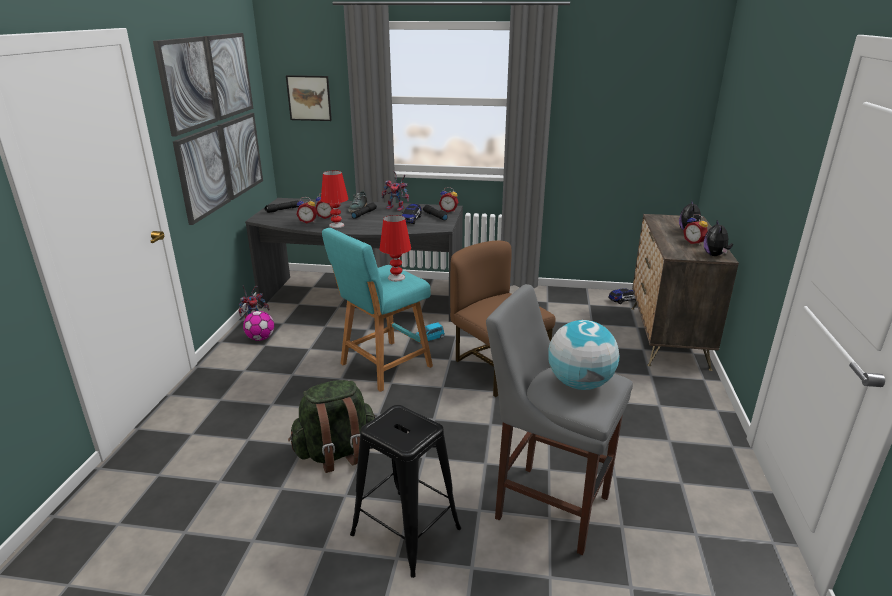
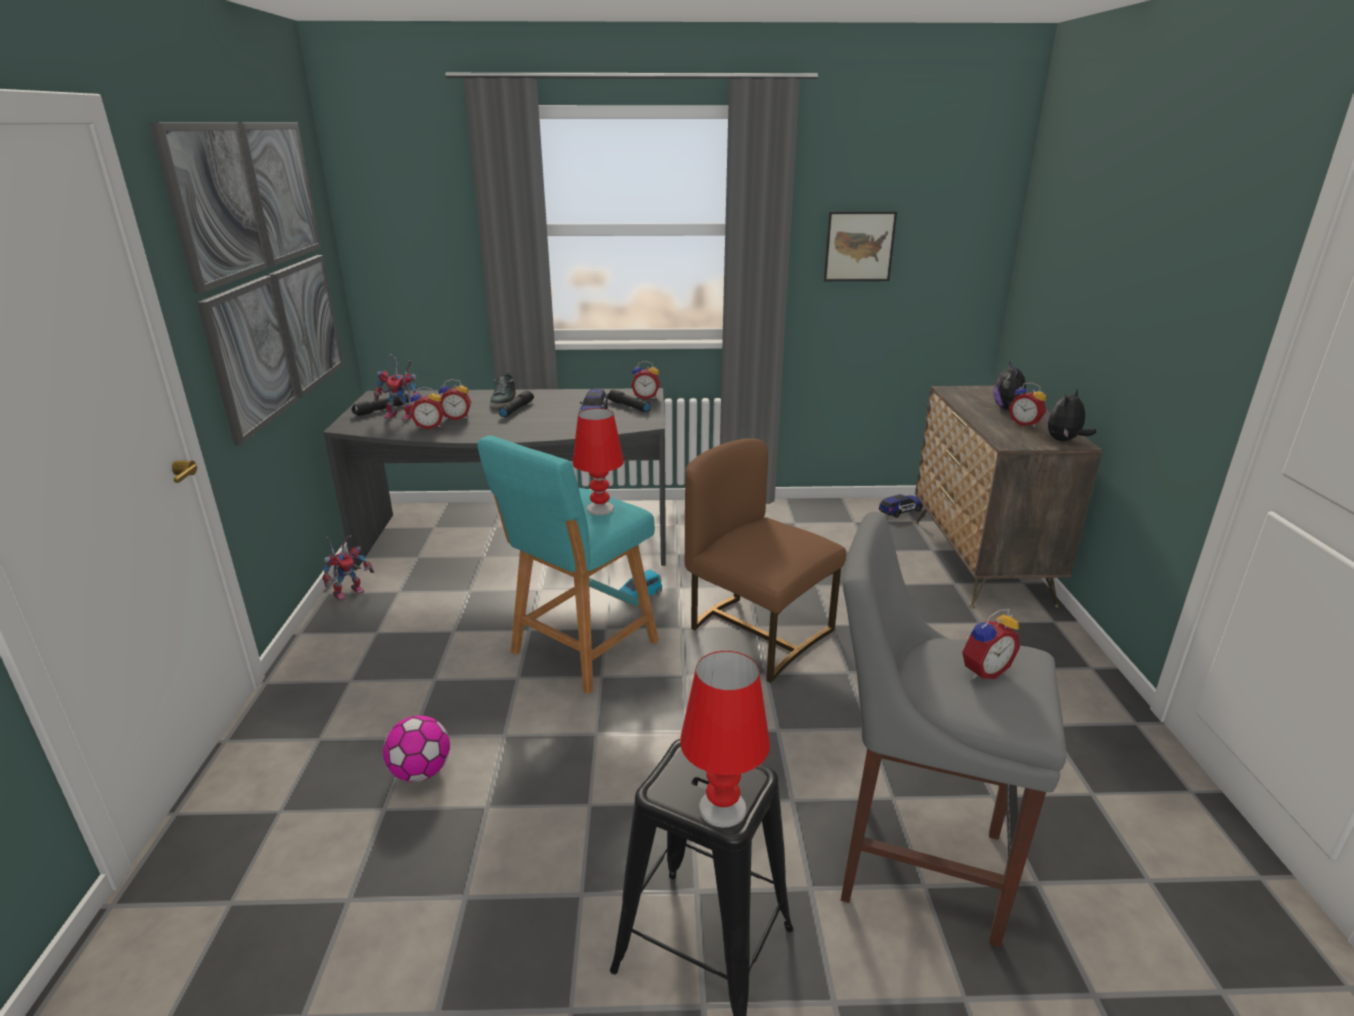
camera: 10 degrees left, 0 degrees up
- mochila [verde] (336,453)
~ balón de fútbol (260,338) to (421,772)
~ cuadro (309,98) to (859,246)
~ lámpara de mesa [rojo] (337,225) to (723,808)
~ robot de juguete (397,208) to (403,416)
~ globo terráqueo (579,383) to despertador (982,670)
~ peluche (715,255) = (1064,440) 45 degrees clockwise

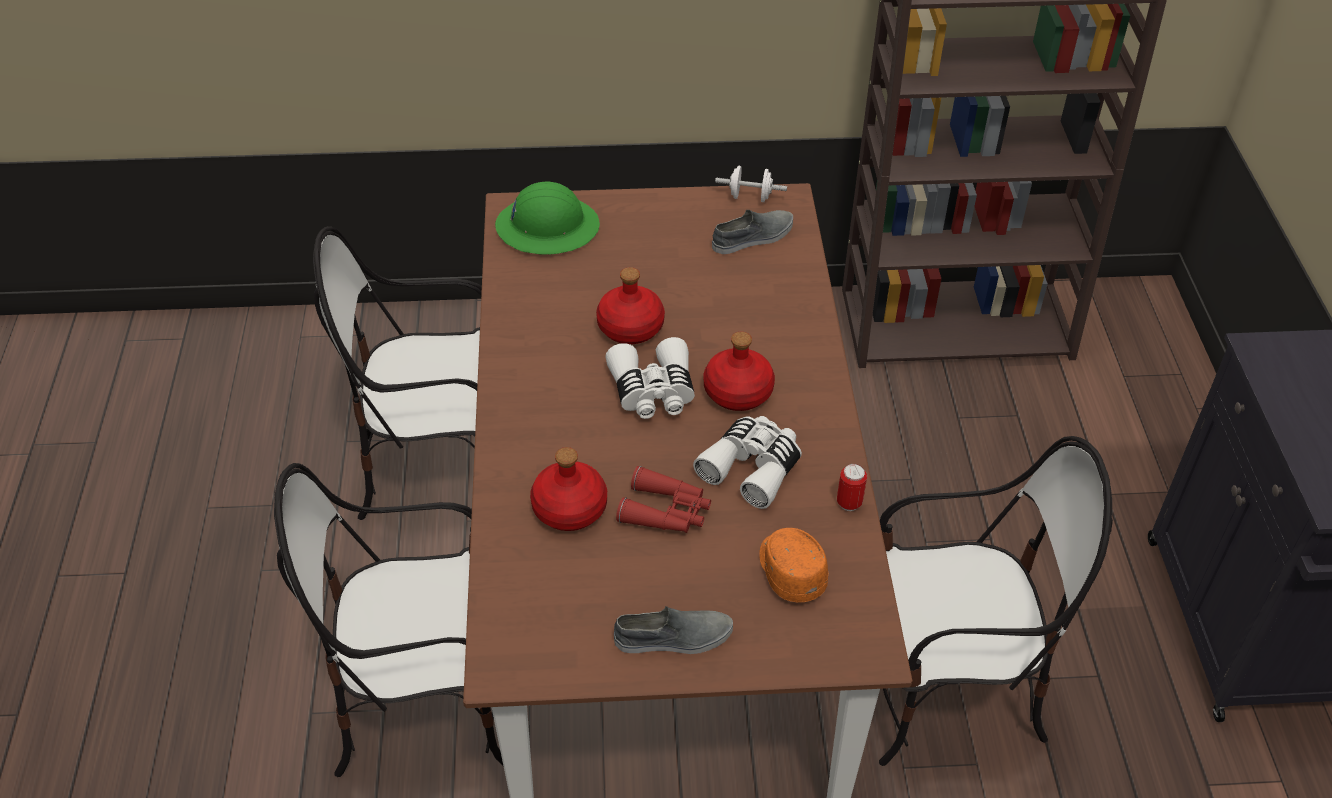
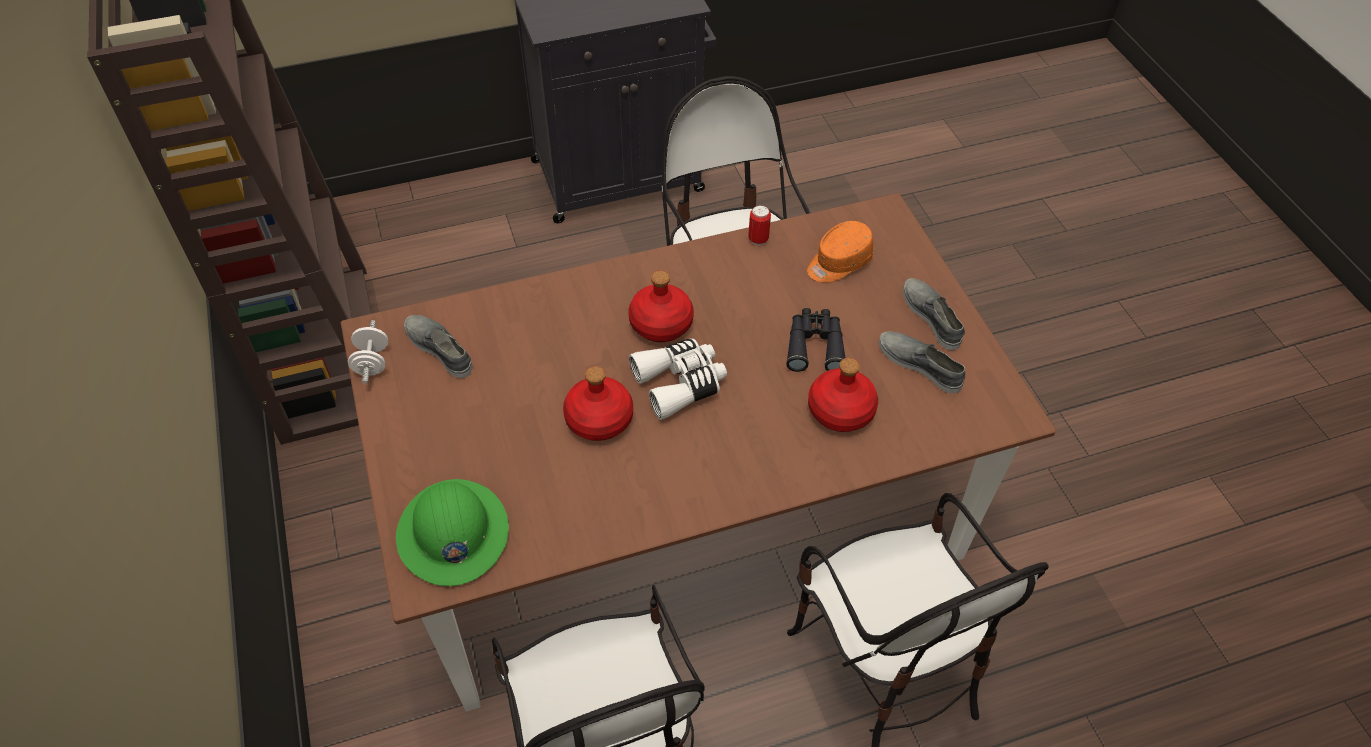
camera: 105 degrees left, 5 degrees up
- prismáticos [blanco] (752,467)
+ zapato [gris] (920,364)
~ prismáticos [rojo] (666,511) to prismáticos [negro] (815,345)

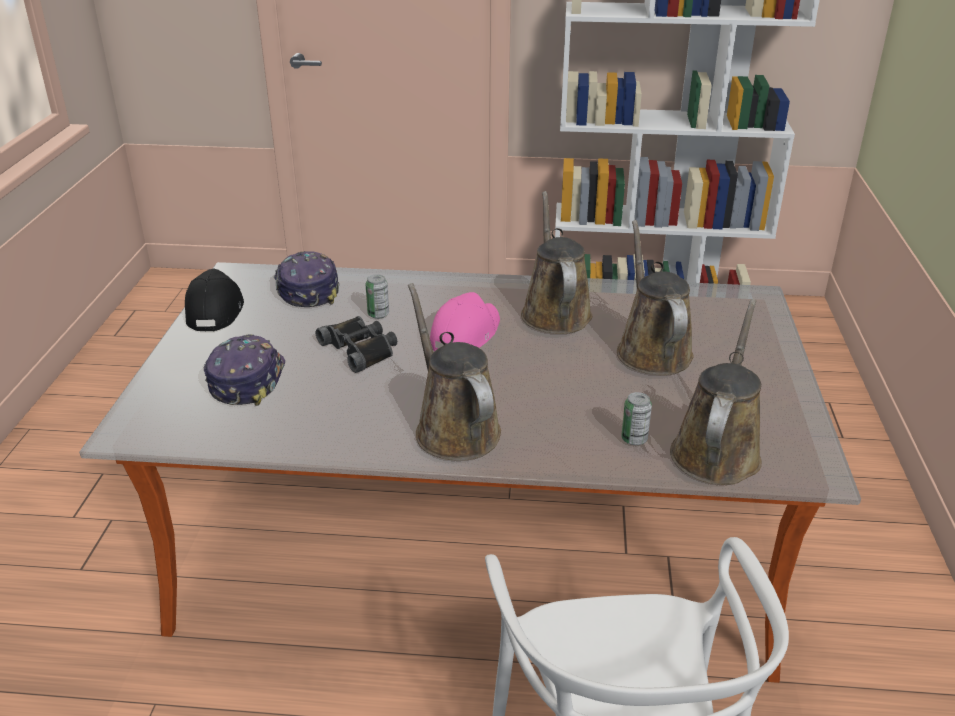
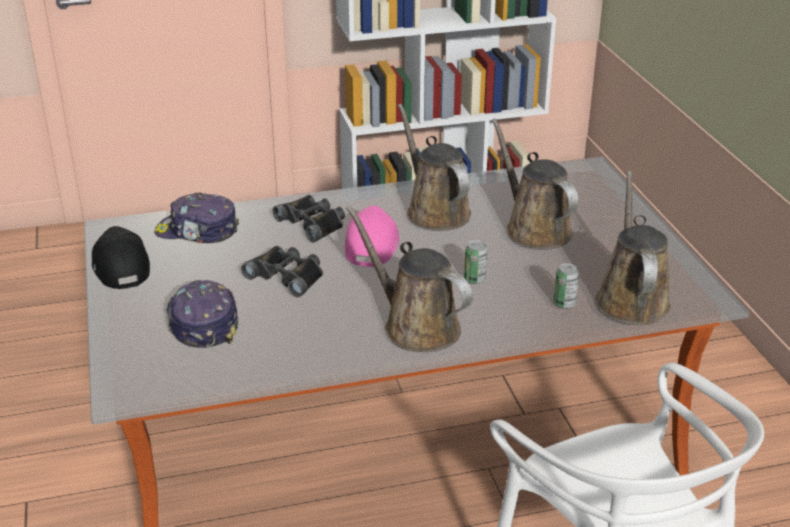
camera: 20 degrees left, 0 degrees up
+ prismáticos [negro] (313,223)
~ lata (378,314) to (474,279)
~ gorra (307,290) = (197,231) 45 degrees counterclockwise

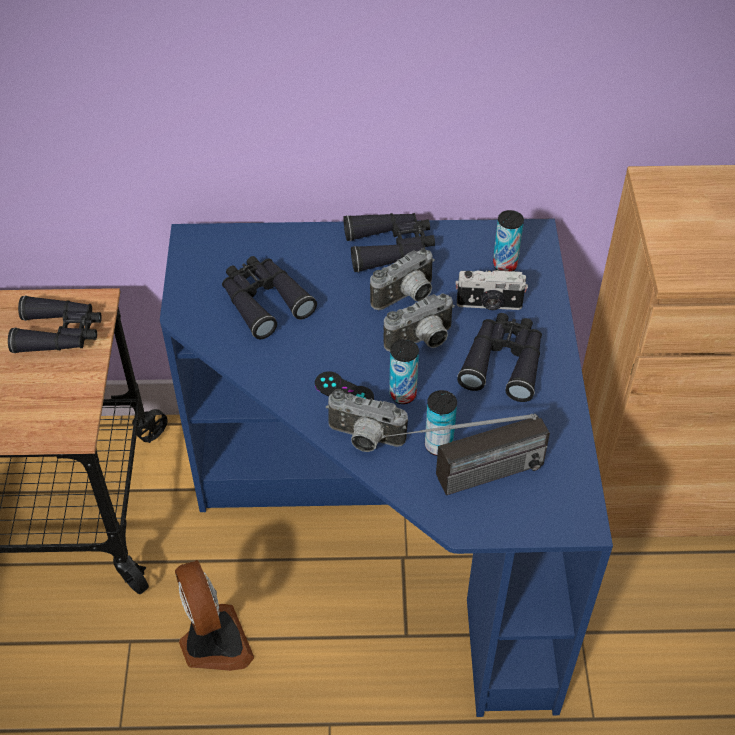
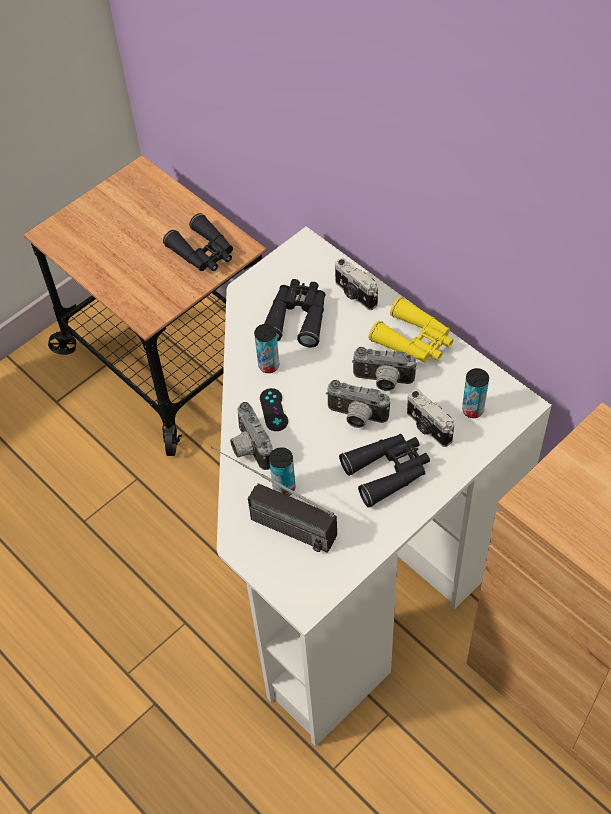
camera: 50 degrees right, 5 degrees up
- ventilador (213,643)
+ cámara (355,294)
~ lata (402,394) to (268,365)
~ escritorio [azul] (391,531) to escritorio [blanco] (346,545)
~ prismáticos [negro] (390,248) to prismáticos [amarillo] (414,341)

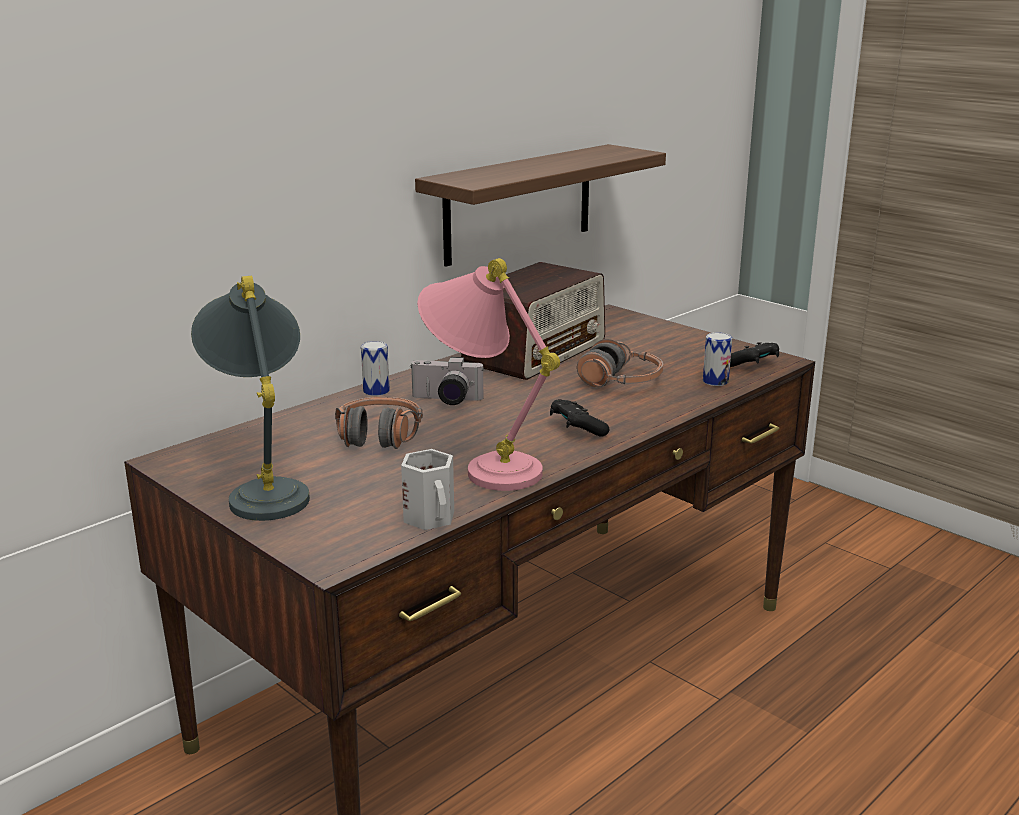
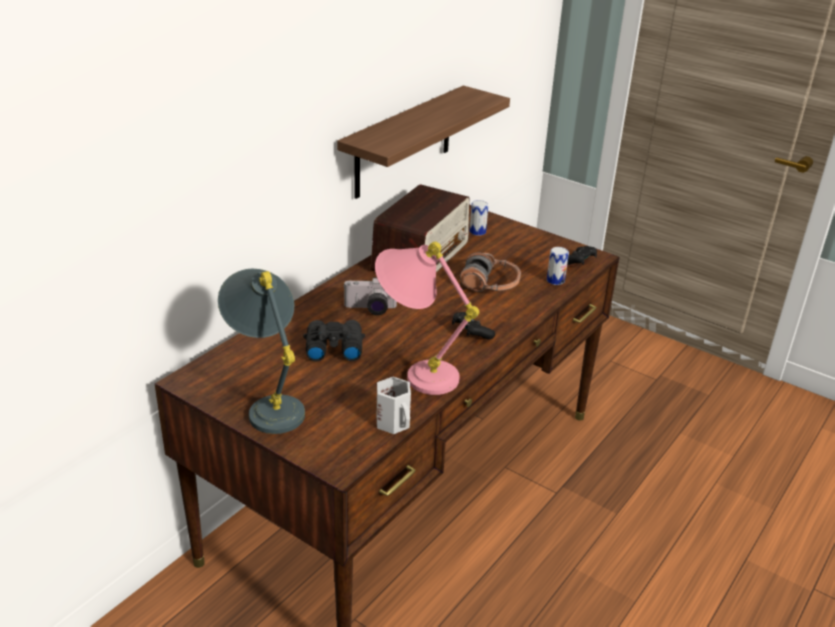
camera: 10 degrees left, 10 degrees up
~ lata (376,391) to (477,231)
~ auriculares (378,436) to prismáticos [negro] (333,347)

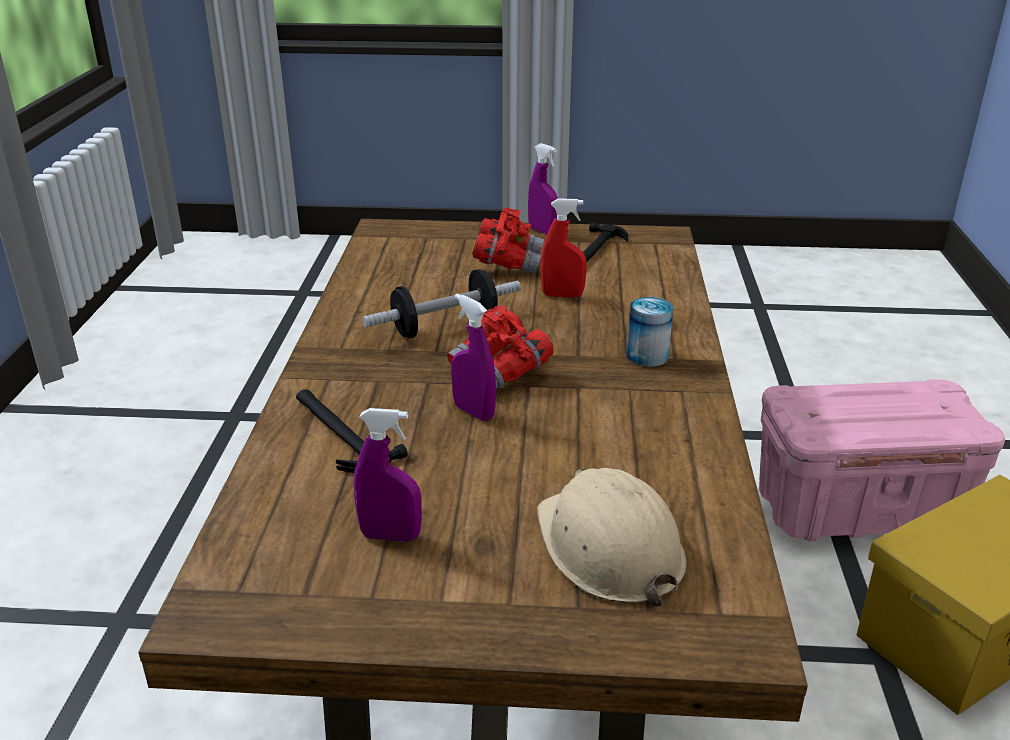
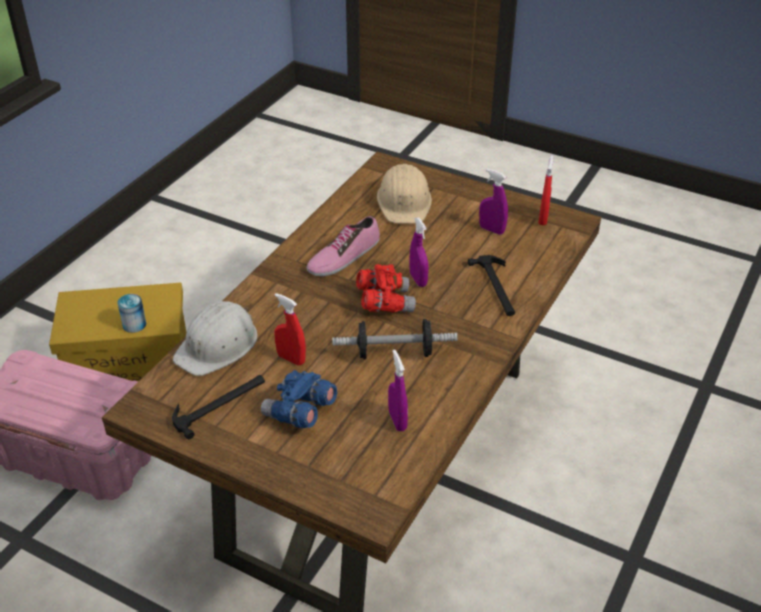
camera: 155 degrees left, 10 degrees up
+ casco [blanco] (218,345)
+ zapato (343,256)
+ pulverizador [rojo] (543,219)
~ pulverizador [morado] (542,231) to (397,421)
~ lata (647,356) to (134,325)
~ prismáticos [rojo] (507,263) to prismáticos [azul] (299,413)

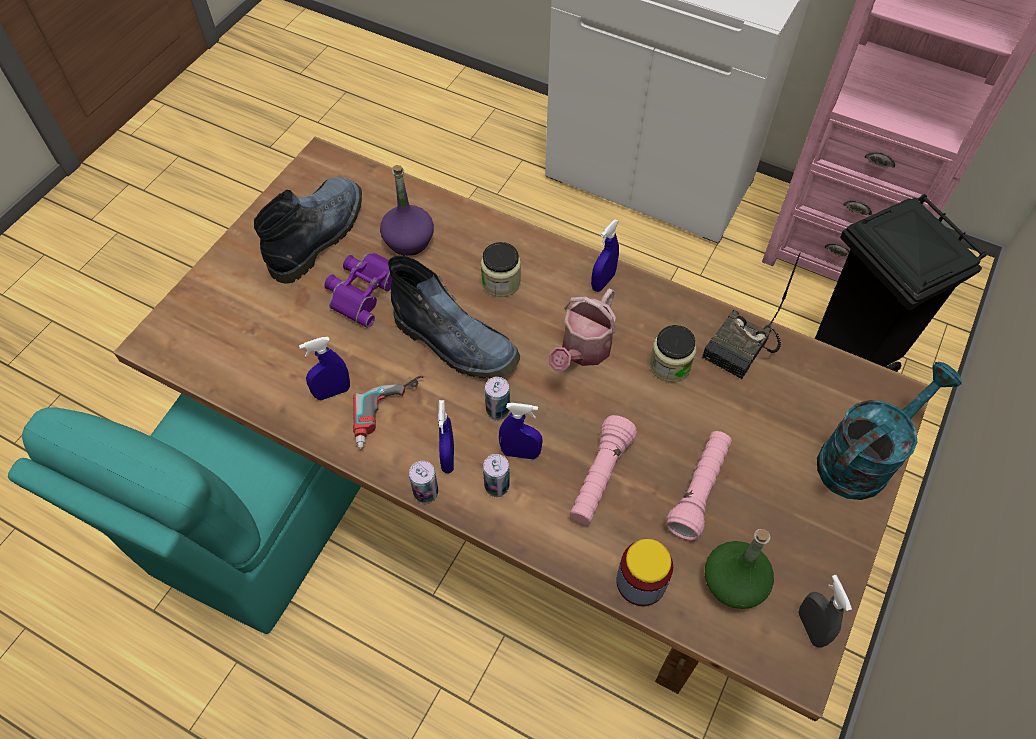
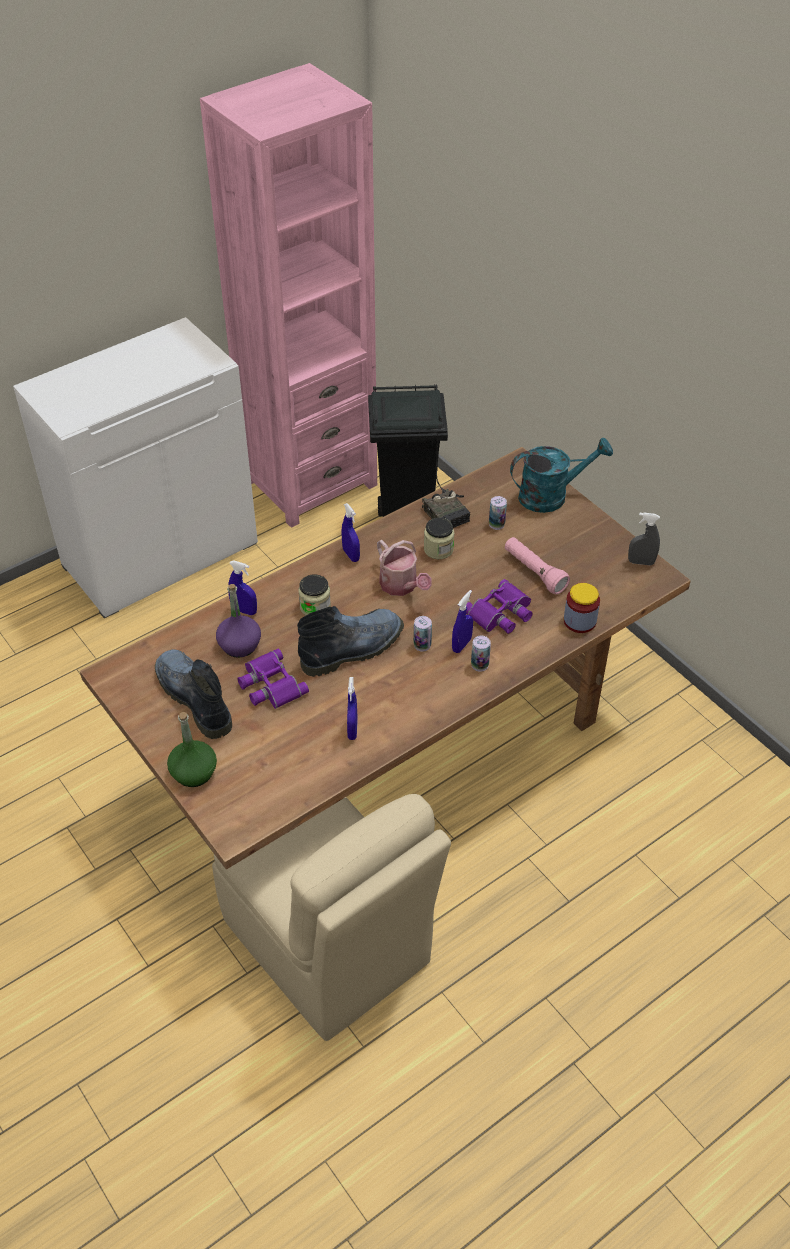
camera: 65 degrees left, 10 degrees down
- taladro (390,415)
~ lata (426,493) to (496,524)
~ pulverizador [azul] (448,458) to (244,610)
~ botella [verde] (733,583) to (194,773)
~ linterna [rosa] (600,478) to prismáticos [morado] (501,613)
~ silla [turquesa] (256,529) to silla [beis] (329,945)
~ regadera [turquesa] (862,458) = (551,495) 90 degrees clockwise

